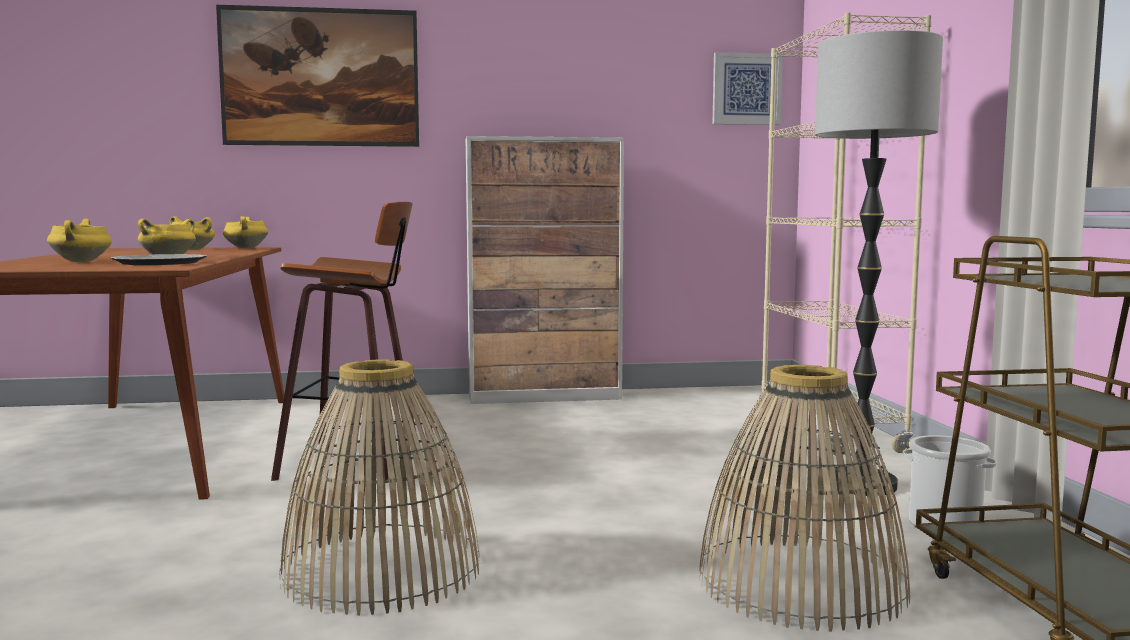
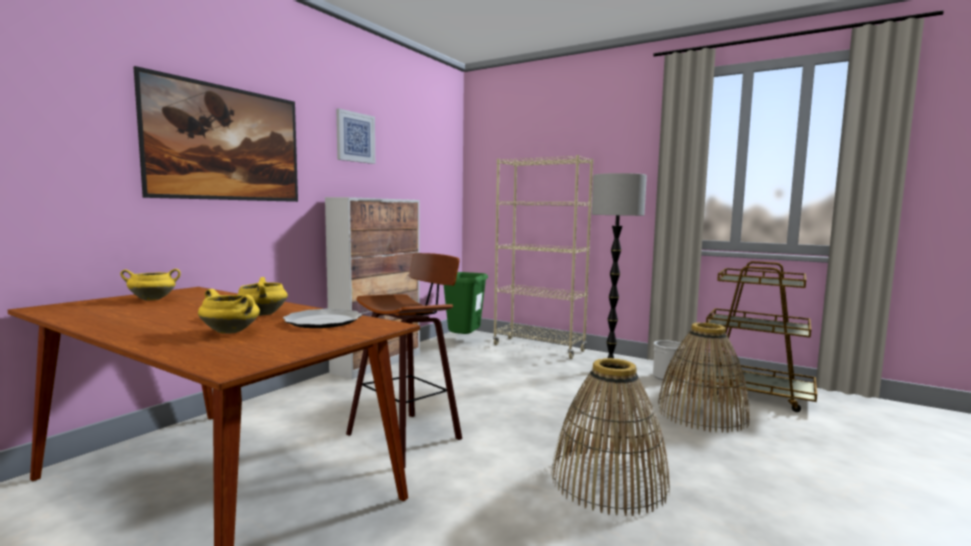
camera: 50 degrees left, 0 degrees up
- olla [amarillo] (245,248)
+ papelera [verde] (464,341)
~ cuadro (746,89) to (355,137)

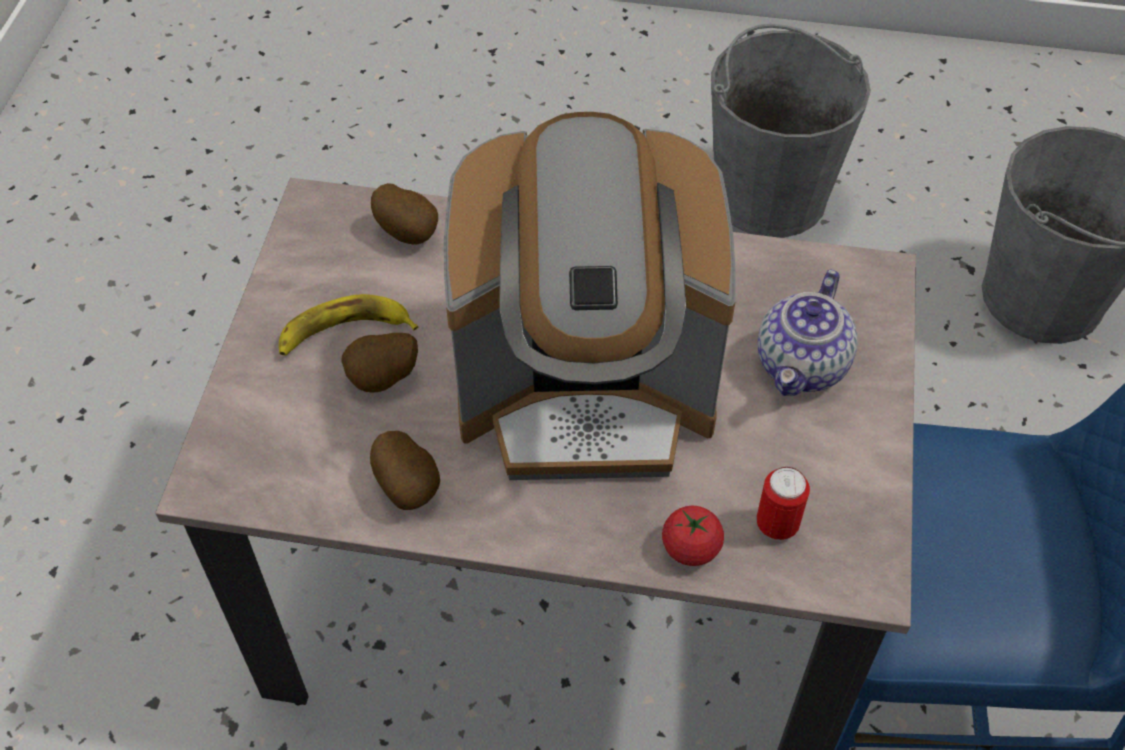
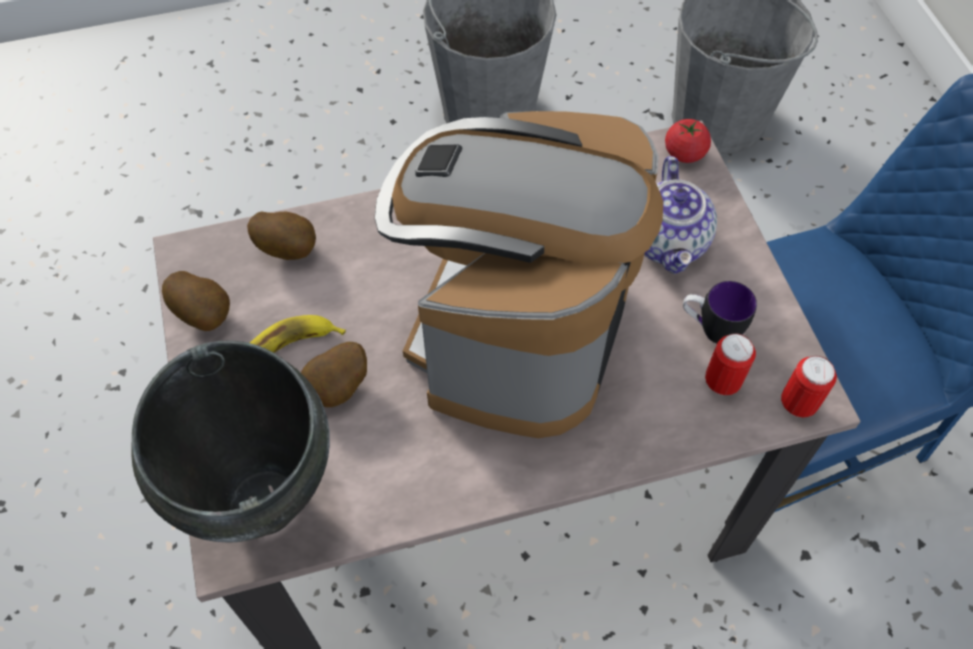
camera: 25 degrees left, 5 degrees up
+ olla [negro] (265,501)
+ taza grande (710,329)
+ lata (798,404)
~ patata (409,487) to (205,314)
~ tomate (691,548) to (684,153)
~ cafetera (586,393) = (515,332) 135 degrees clockwise

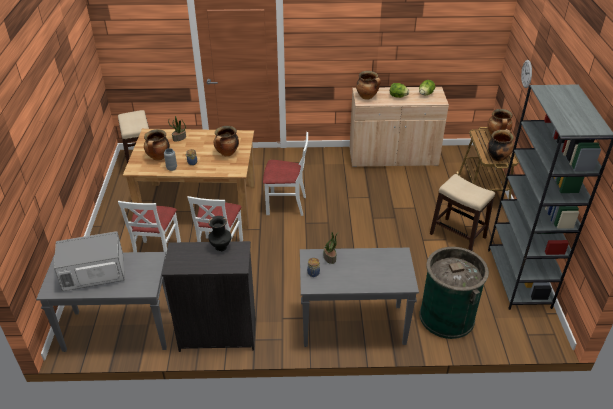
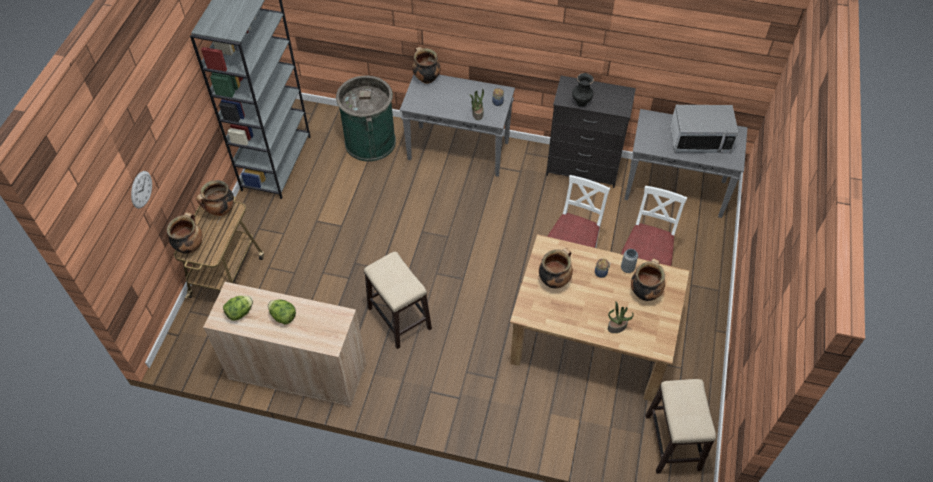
camera: 165 degrees left, 15 degrees up
- silla [blanco] (286,205)
~ olla (367,97) to (426,78)
~ taburete (458,236) to (399,318)

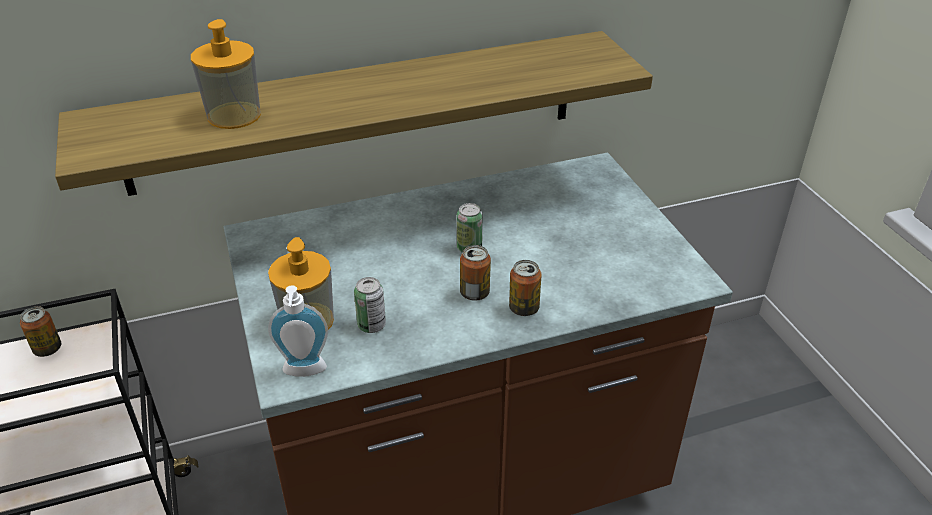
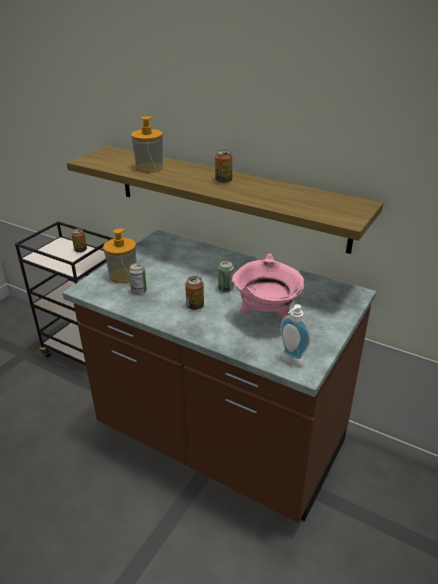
camera: 50 degrees right, 5 degrees down
+ olla [rosa] (267,317)
~ dispensador de jabón (304,372) to (290,361)
~ lata (523,308) to (223,180)

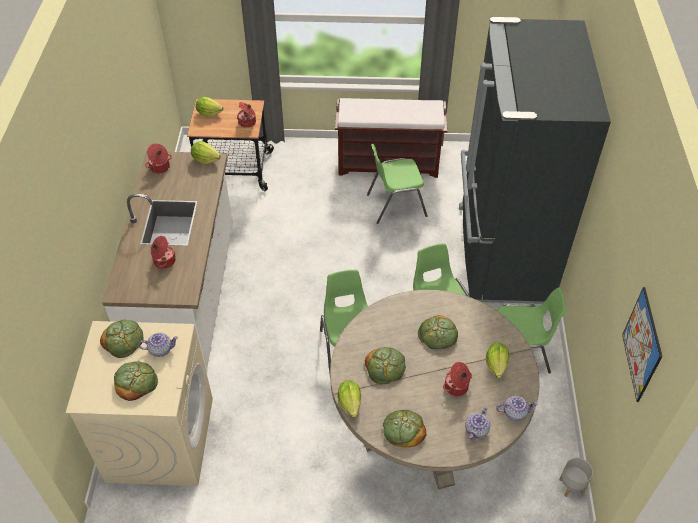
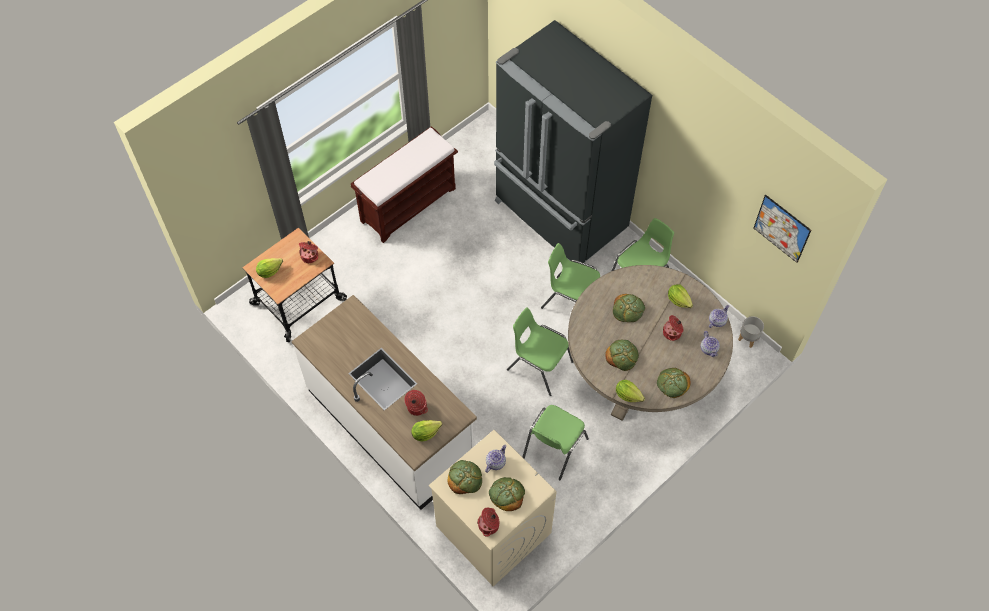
camera: 45 degrees left, 10 degrees up
~ olla (160,167) to (489,525)
~ lechuga (205,159) to (425,433)
~ silla [verde] (395,205) to (553,449)

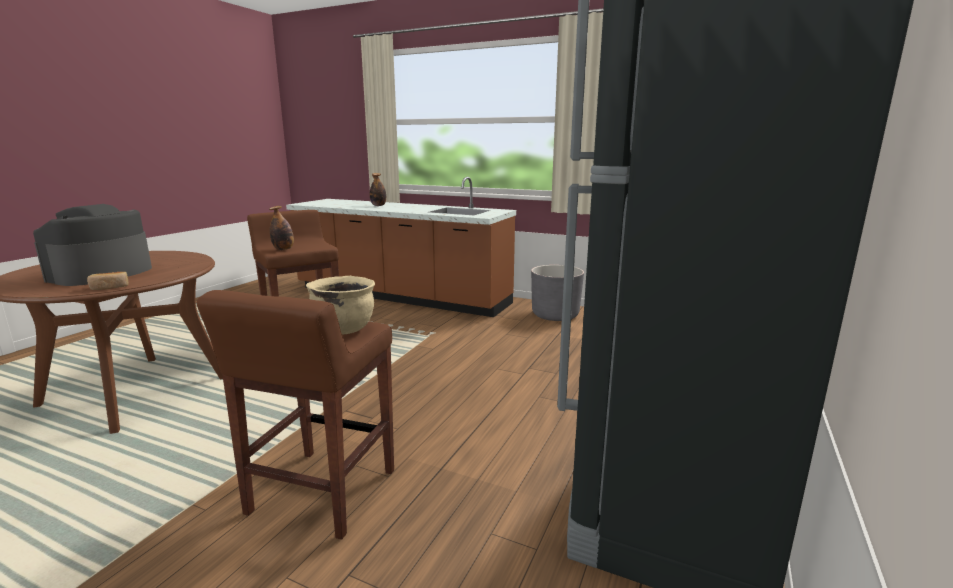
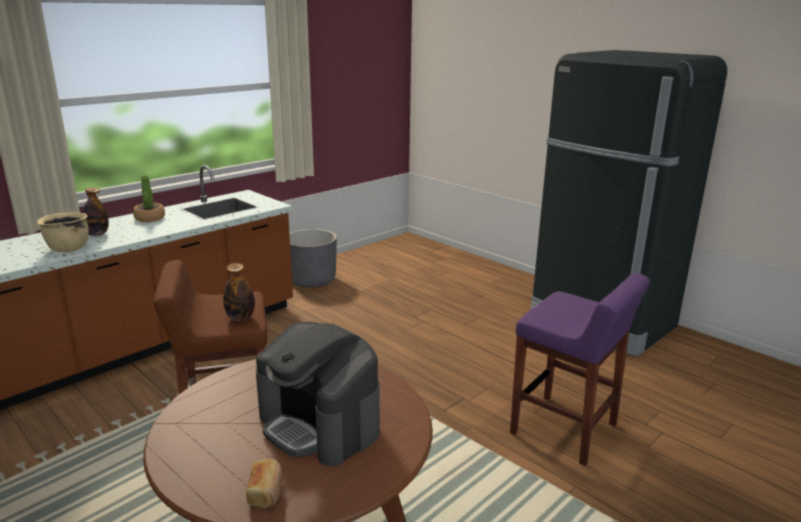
camera: 70 degrees left, 5 degrees up
+ planta en maceta (149,218)
~ pan (110,287) to (266,491)
~ olla [beis] (344,329) to (68,248)
~ taburete [marrón] (321,493) to taburete [morado] (565,430)

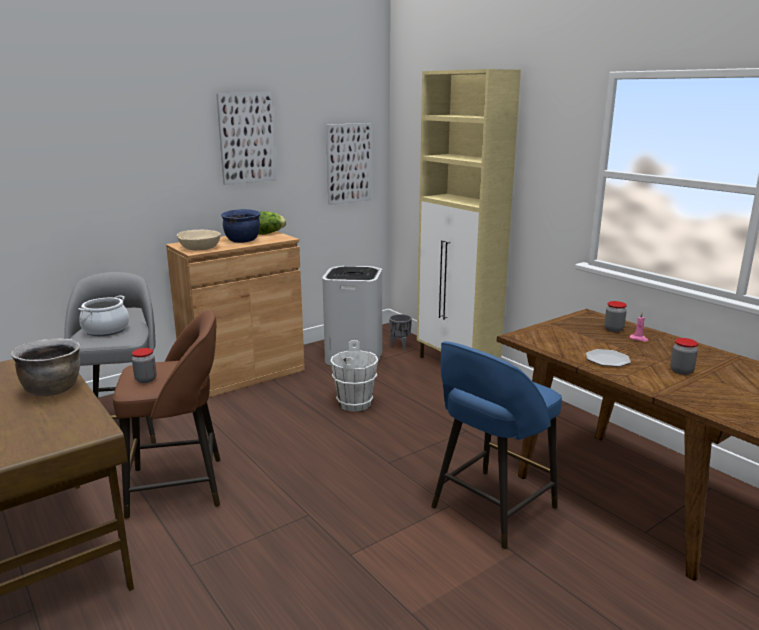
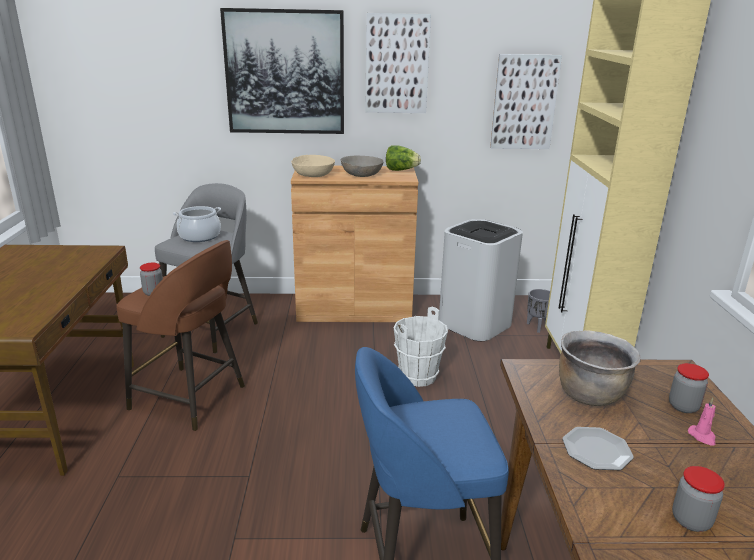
camera: 35 degrees right, 5 degrees up
+ cuadro (285,73)
~ olla [marrón] (53,389) to (590,394)
~ olla [azul] (243,241) to cuenco [gris] (362,174)

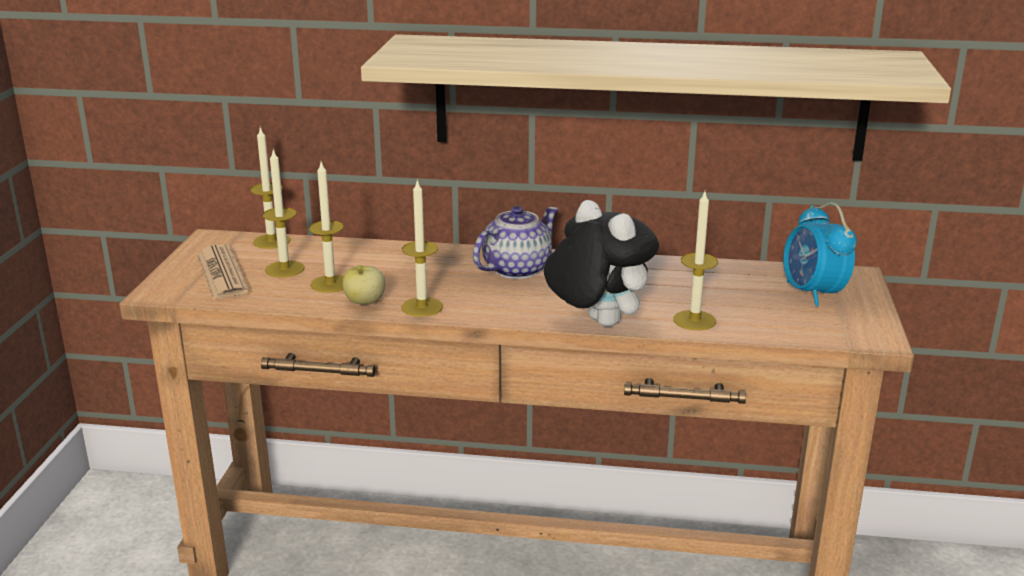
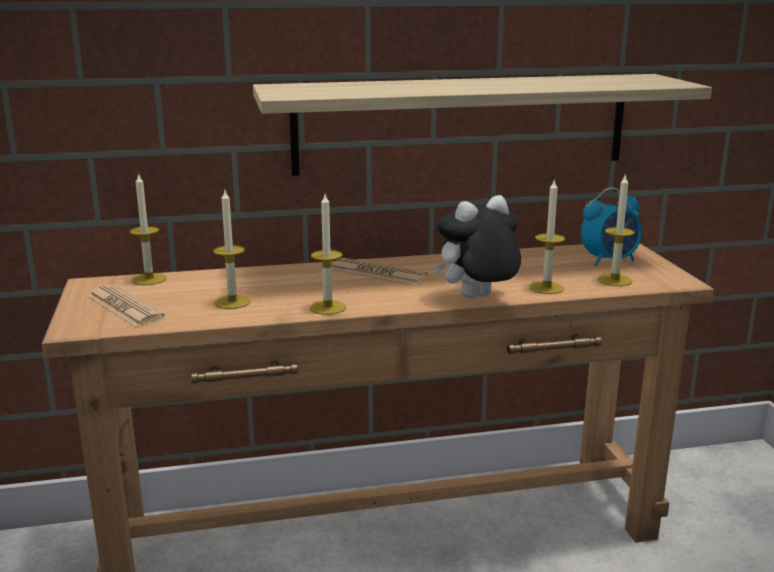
camera: 20 degrees left, 5 degrees down
- manzana (364,302)
~ vela (284,269) to (614,280)
~ tetera (515,269) to periódico (378,273)
~ peluche (596,323) = (477,299) 60 degrees counterclockwise
~ despertador (813,293) = (609,261) 75 degrees counterclockwise

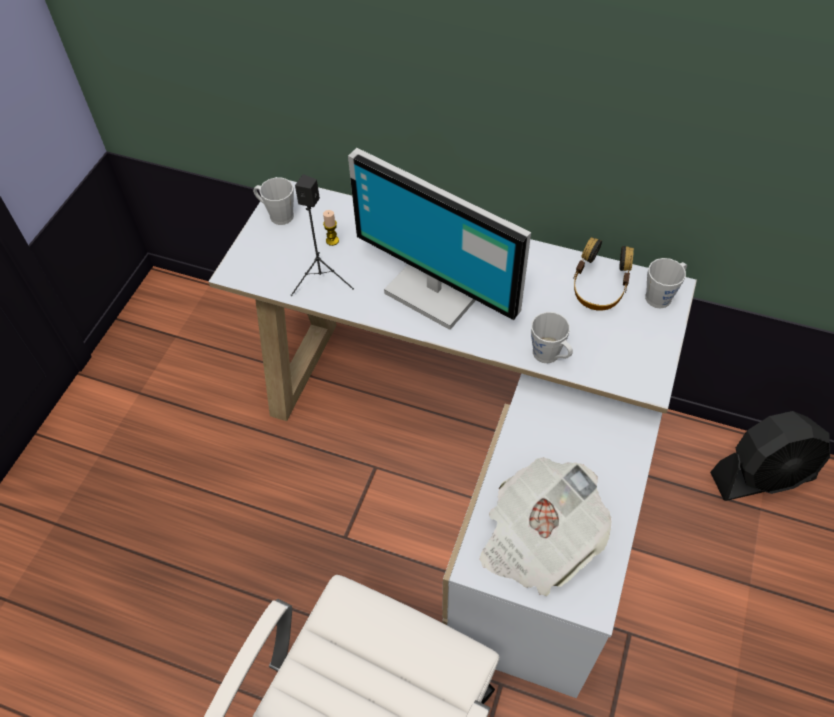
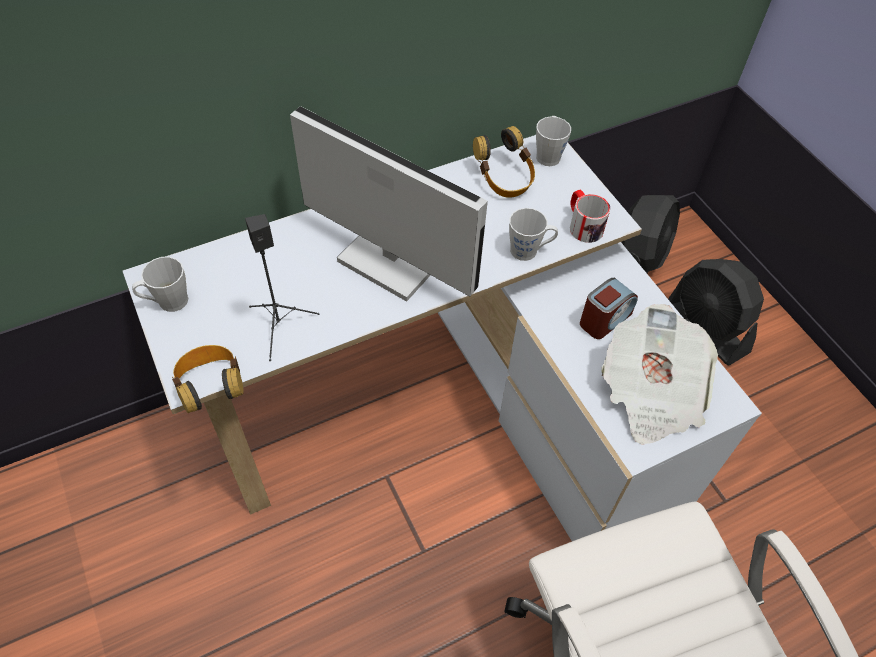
camera: 50 degrees left, 0 degrees up
- vela (332,240)
+ auriculares (212,388)
+ taza grande (583,225)
+ despertador (604,319)
+ ventilador [negro] (706,328)
~ monitor (436,289) = (388,264) 135 degrees counterclockwise

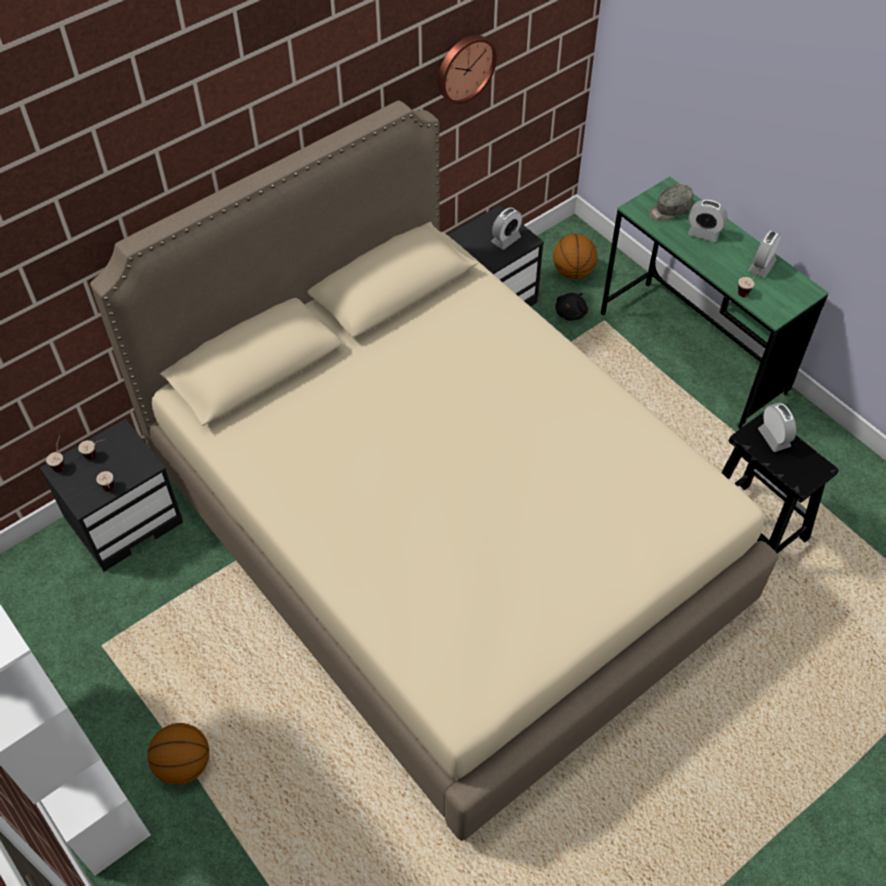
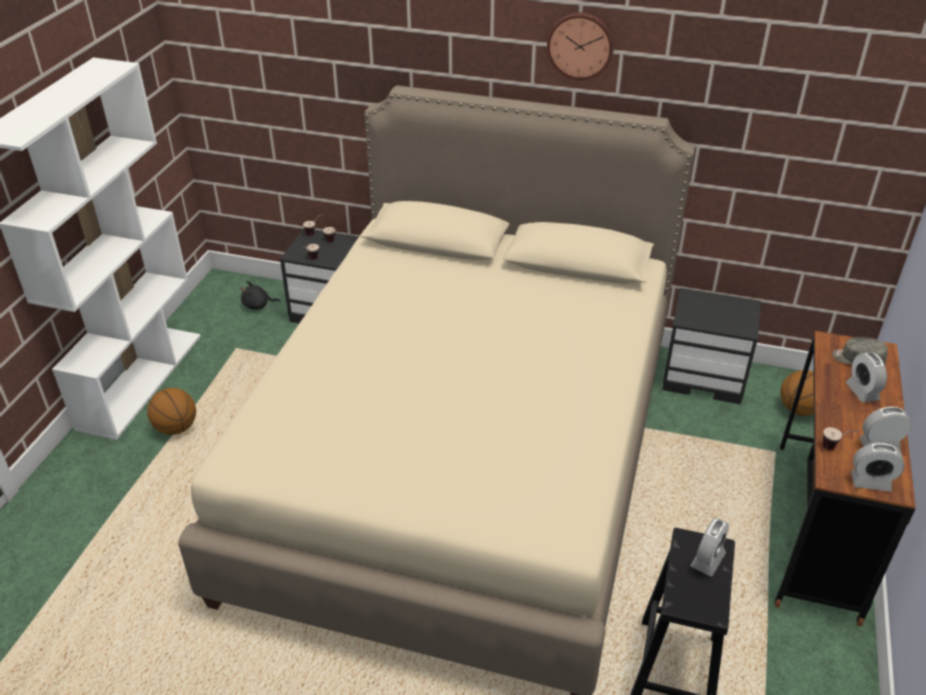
camera: 55 degrees right, 15 degrees down
~ reloj de pared (464,67) to (580,45)
~ despertador (506,240) to (870,482)
~ peluche [negro] (571,313) to (258,305)
~ escritorio [verde] (692,353) to escritorio [marrón] (817,528)

